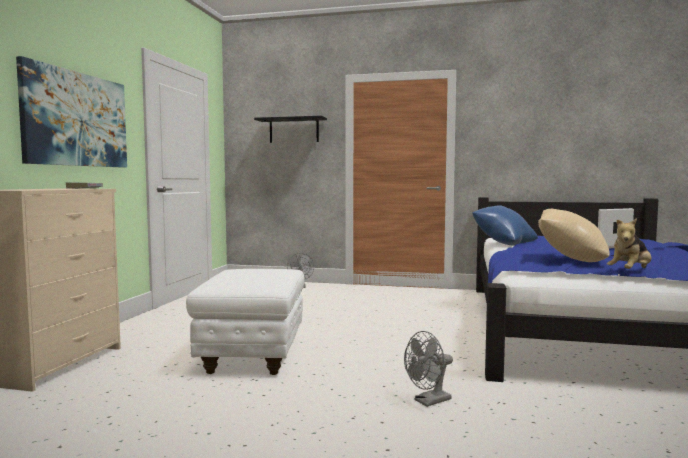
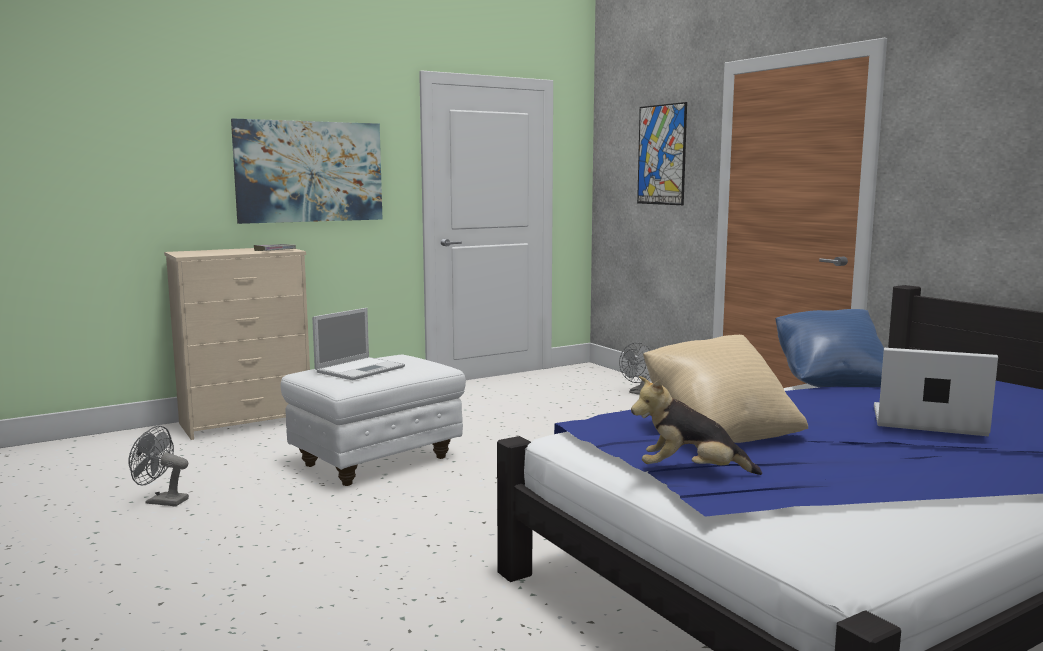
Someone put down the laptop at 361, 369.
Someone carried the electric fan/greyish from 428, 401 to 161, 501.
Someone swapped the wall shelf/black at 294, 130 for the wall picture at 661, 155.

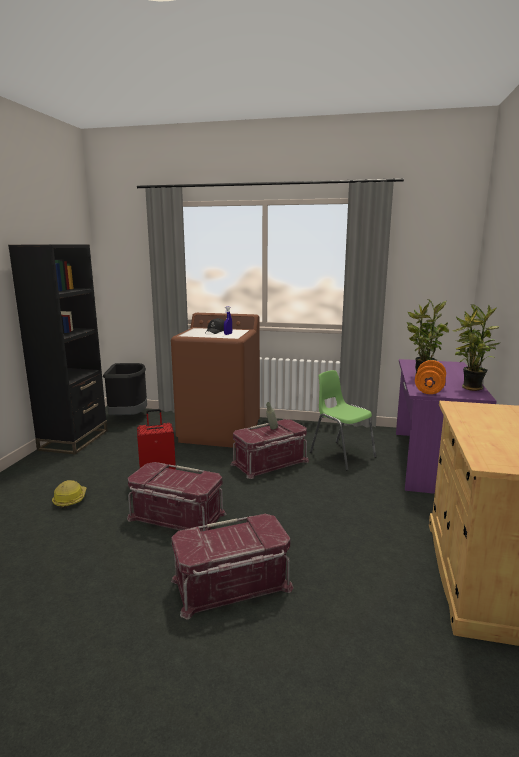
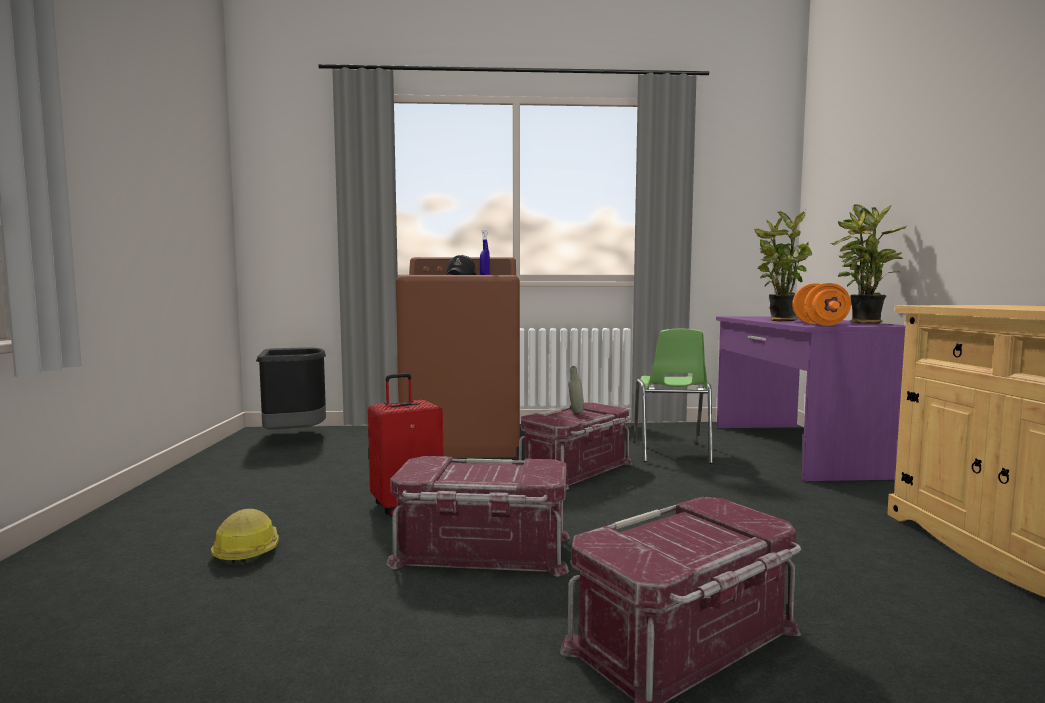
Someone took away the bookshelf/black at 74, 440.
Someone rotated the chair/greenish at 341, 455 by 120 degrees counterclockwise.

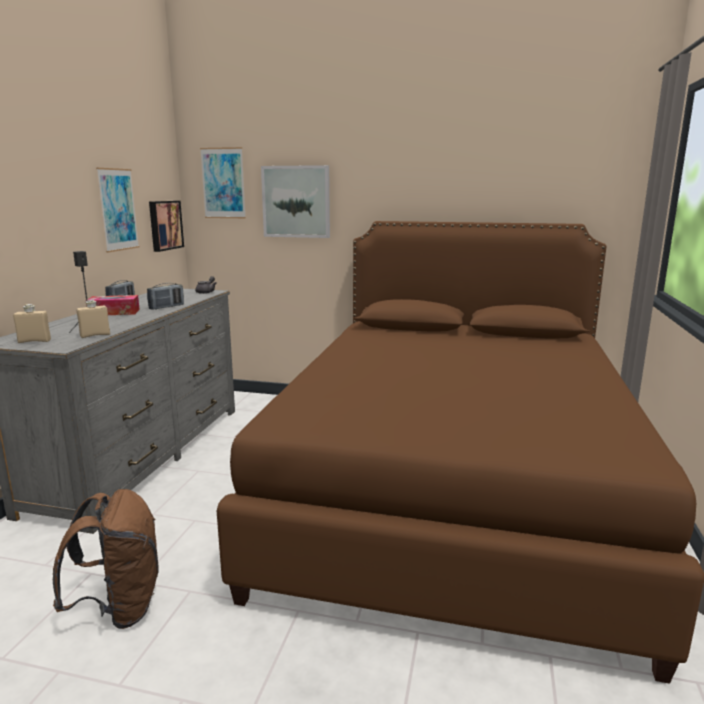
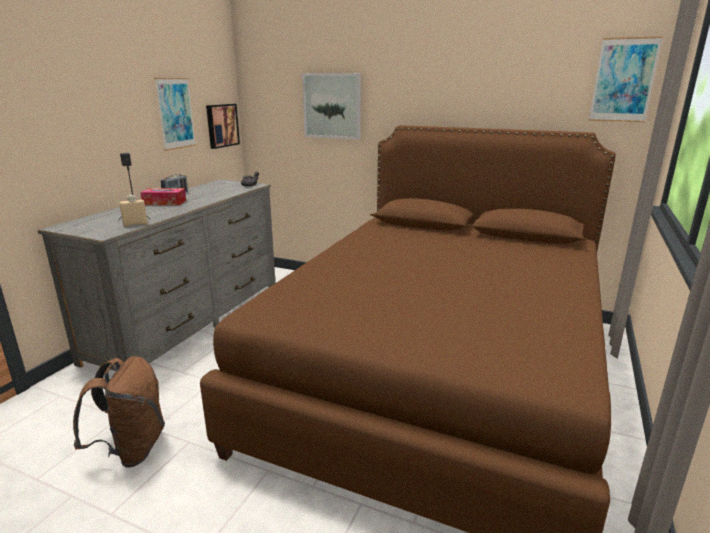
Someone took away the bottle/beige-coloured at 34, 341.
Someone took away the radio receiver at 166, 307.
Someone carried the wall picture from 223, 183 to 623, 80.

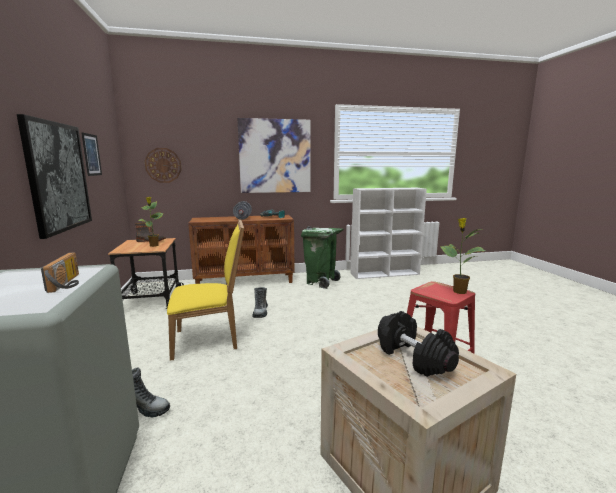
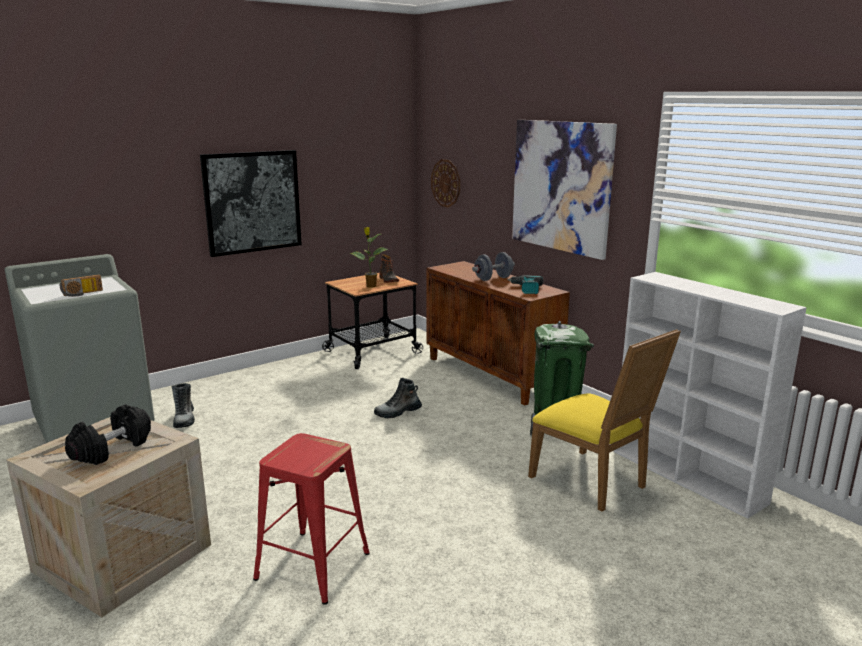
Someone took away the wall picture at 91, 155.
Someone took away the potted plant at 458, 291.
Someone carried the chair/yellowish from 210, 340 to 593, 483.

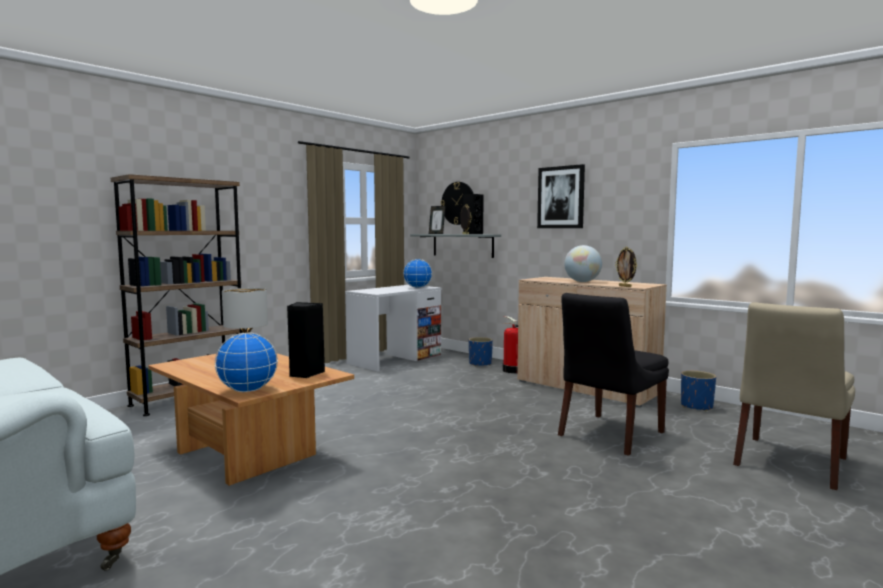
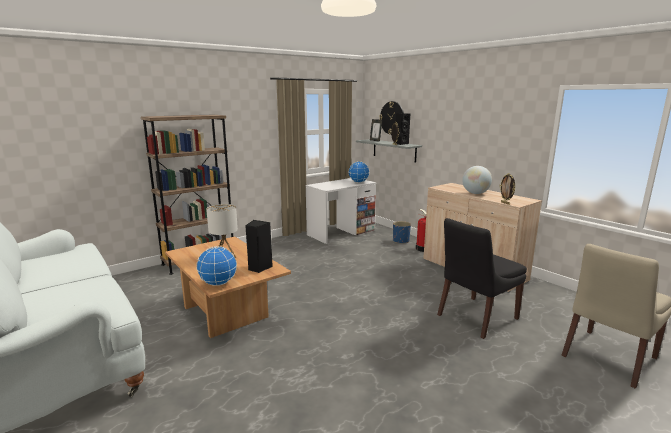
Someone took away the wall picture at 561, 197.
Someone took away the flower pot/bluish at 696, 406.

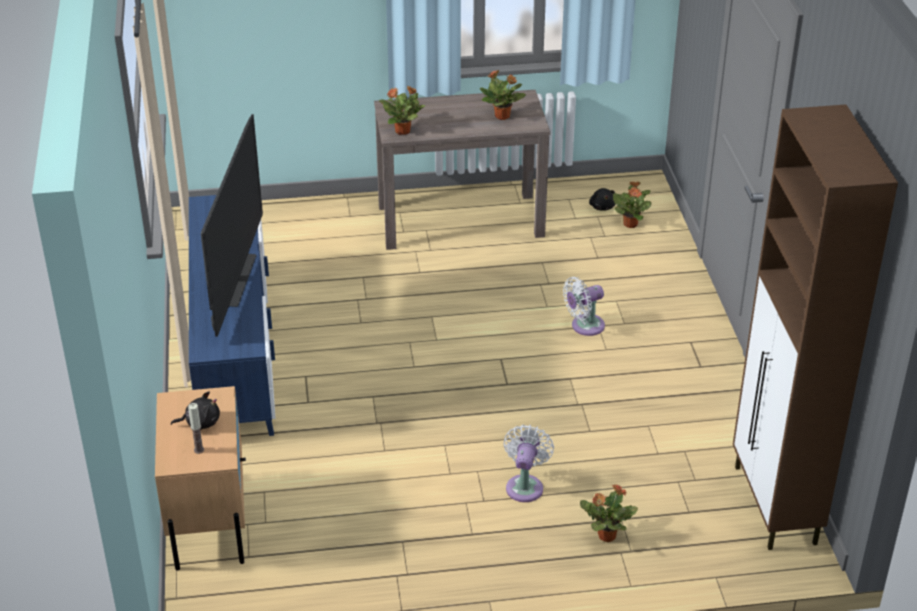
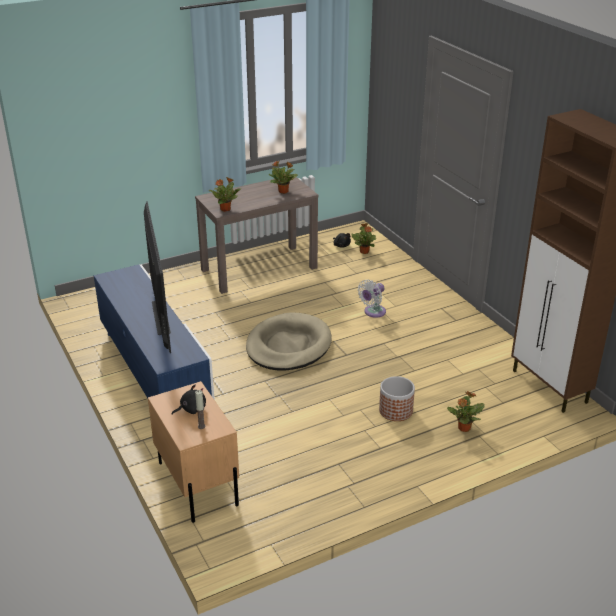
Someone put down the pet bed/beige-coloured at 288, 346.
Someone swapped the electric fan/whitish at 525, 485 for the flower pot at 395, 411.

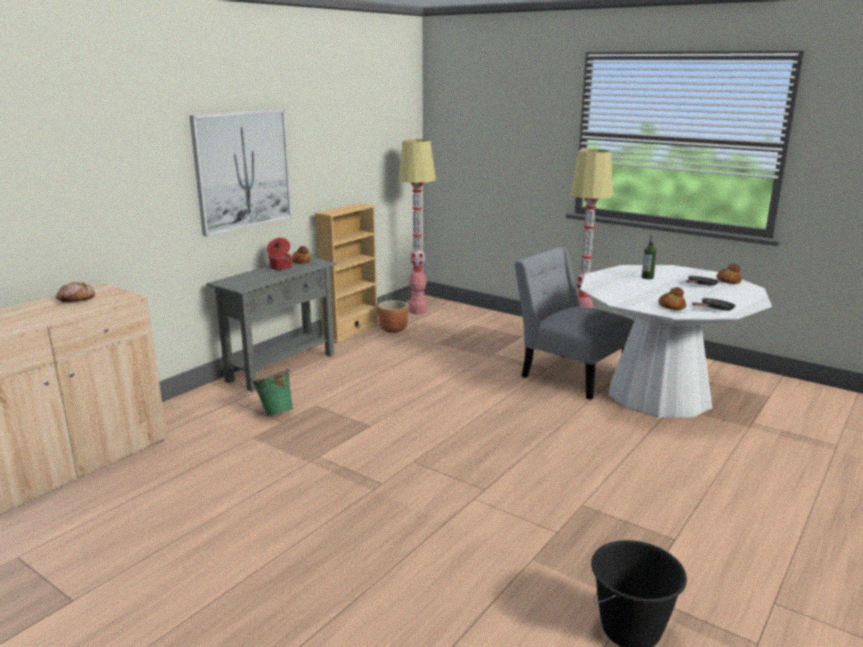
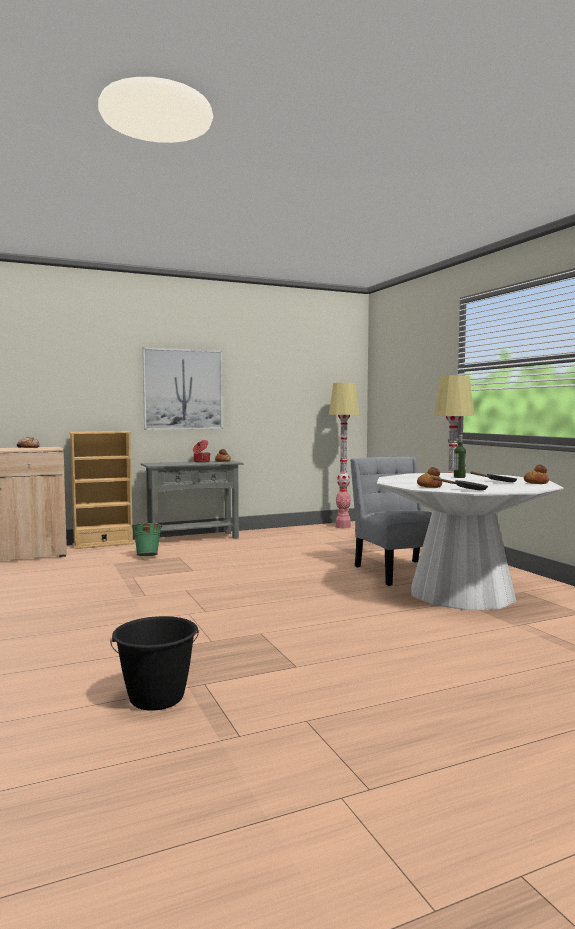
Someone took away the flower pot/brown at 393, 330.
Someone carried the bookshelf/beige-coloured from 350, 331 to 103, 544.

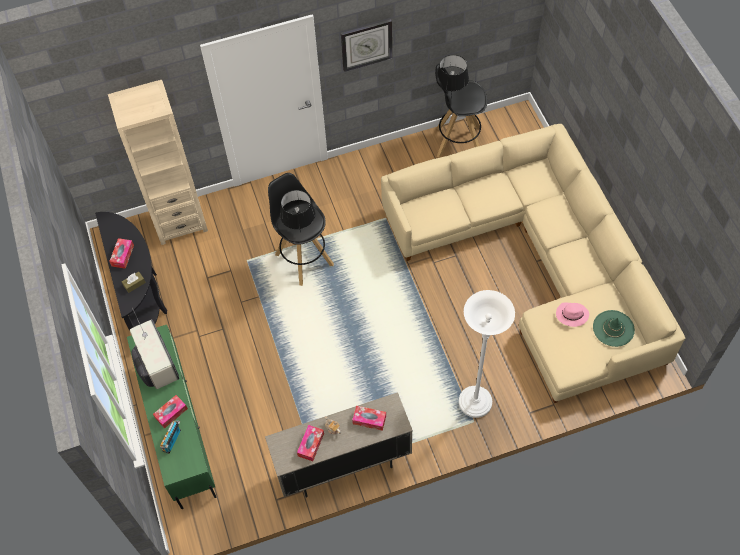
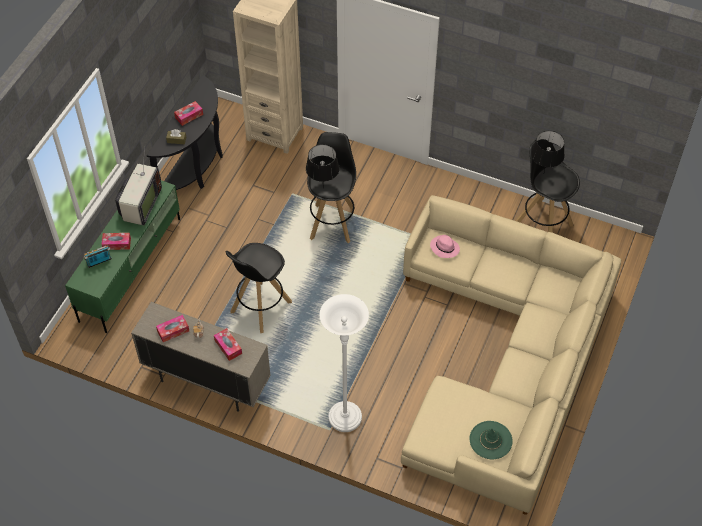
Someone took away the hanging clock at 366, 44.
Someone put down the stool seat/black at 260, 307.
Someone carried the clothing hat/pink from 571, 315 to 444, 248.

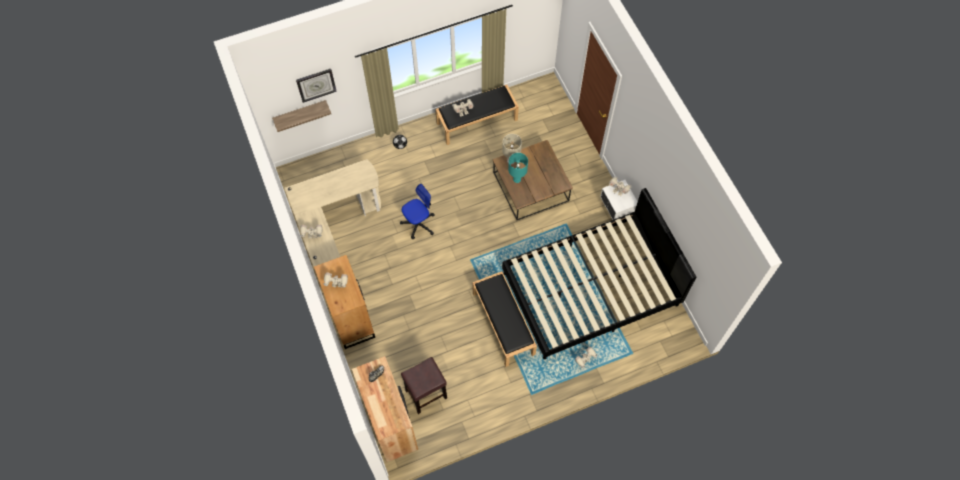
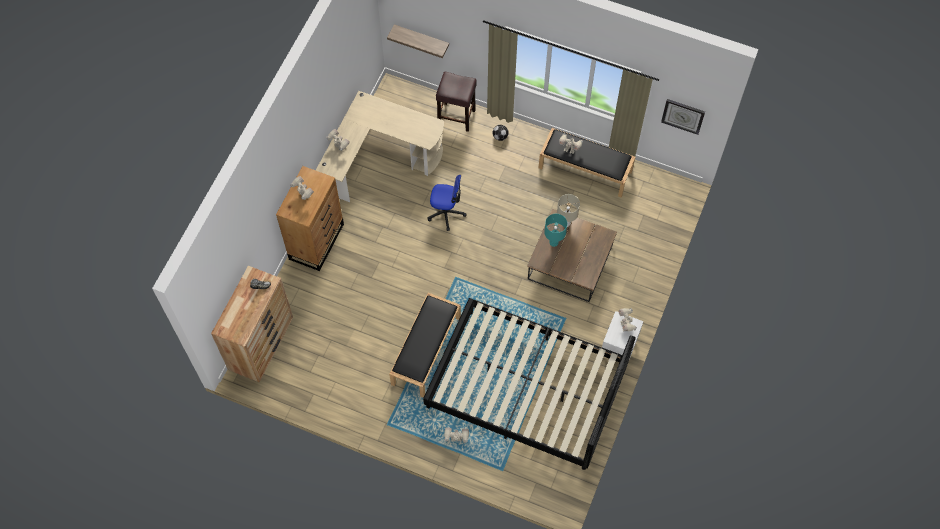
Someone carried the hanging clock from 316, 85 to 683, 116.
Someone carried the stool seat/brown from 426, 394 to 457, 117.

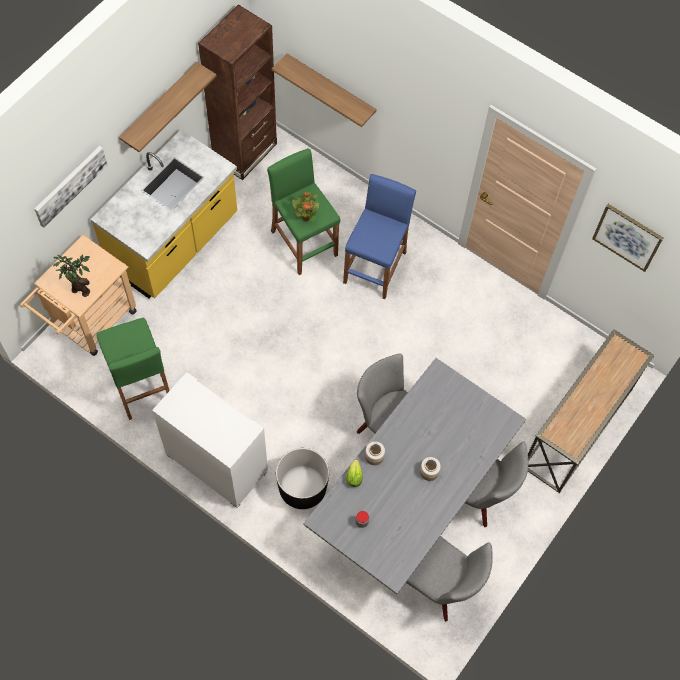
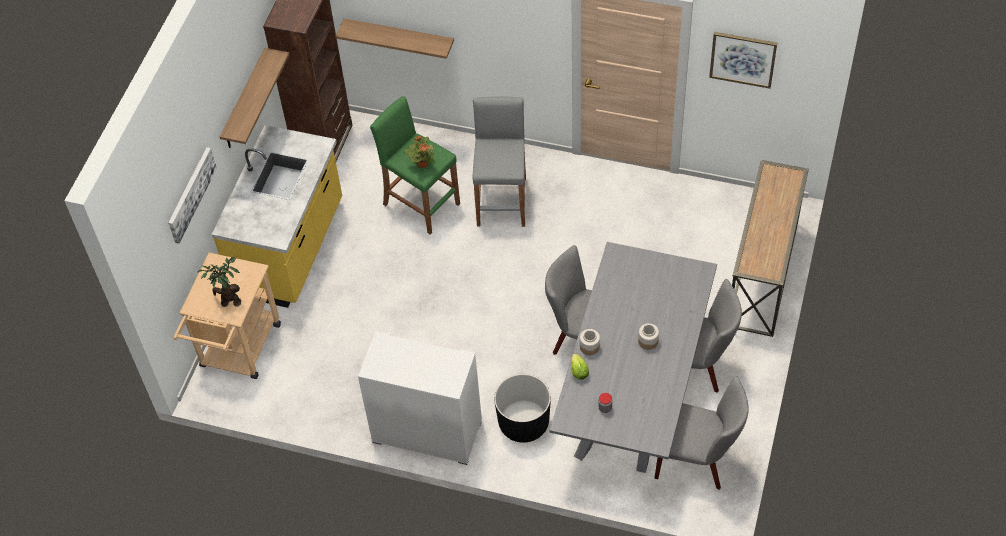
Someone took away the stool seat/greenish at 141, 385.
Someone repainted the stool seat/bluish at 375, 267, which became the stool seat/greyish at 502, 201.

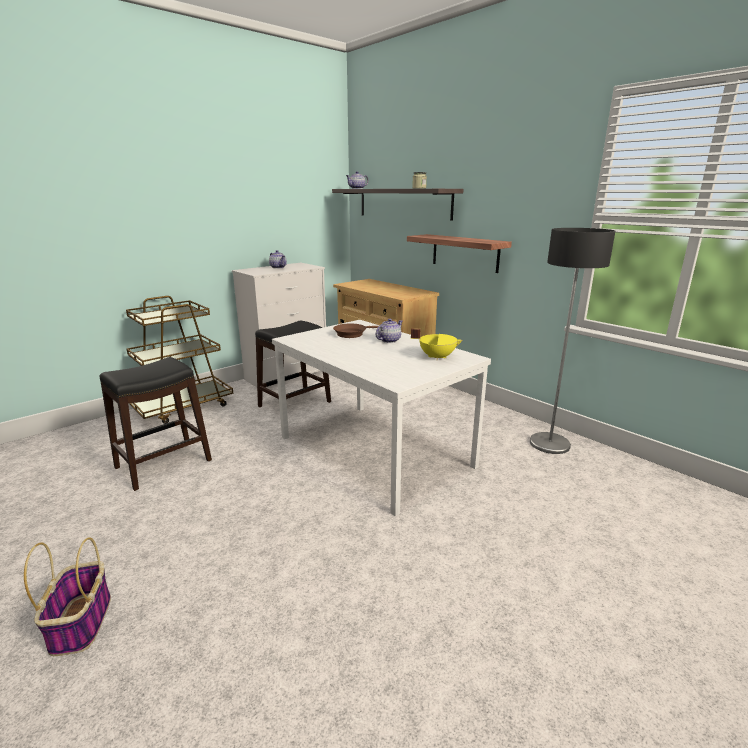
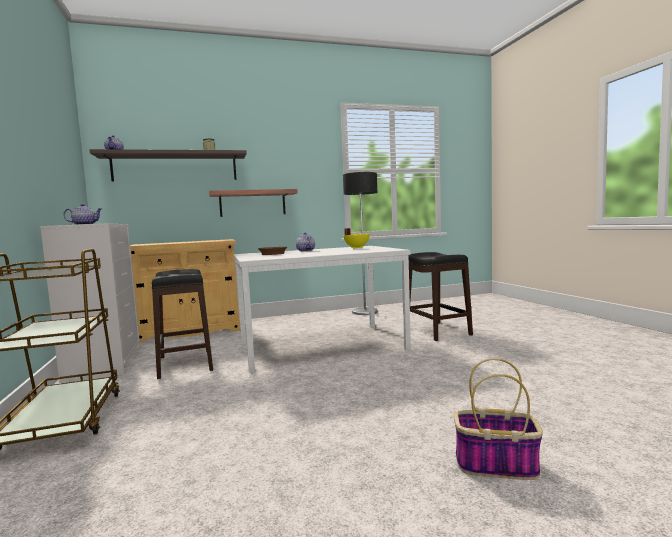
Someone carried the stool seat/black from 164, 464 to 437, 331.

